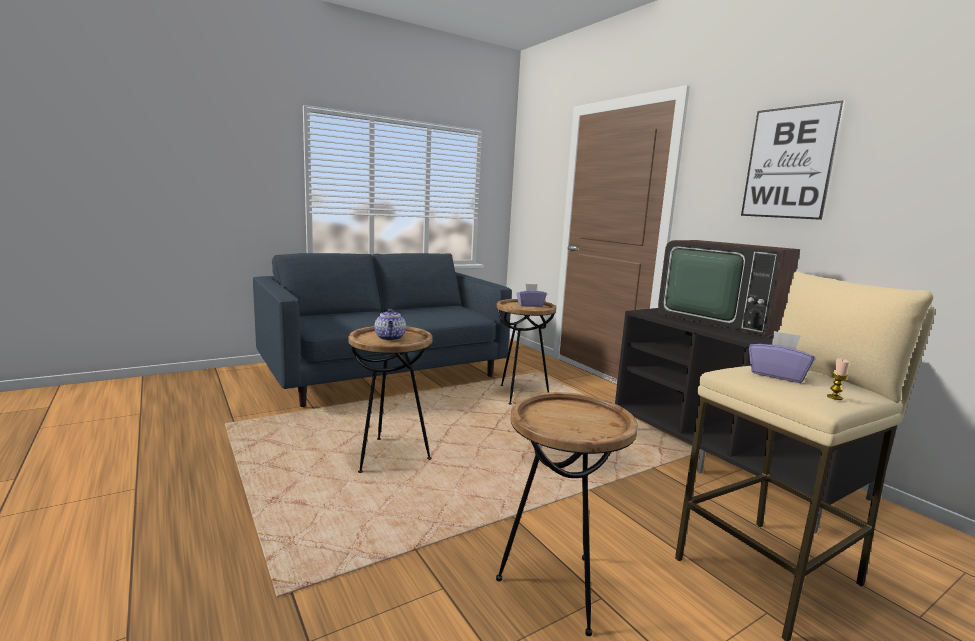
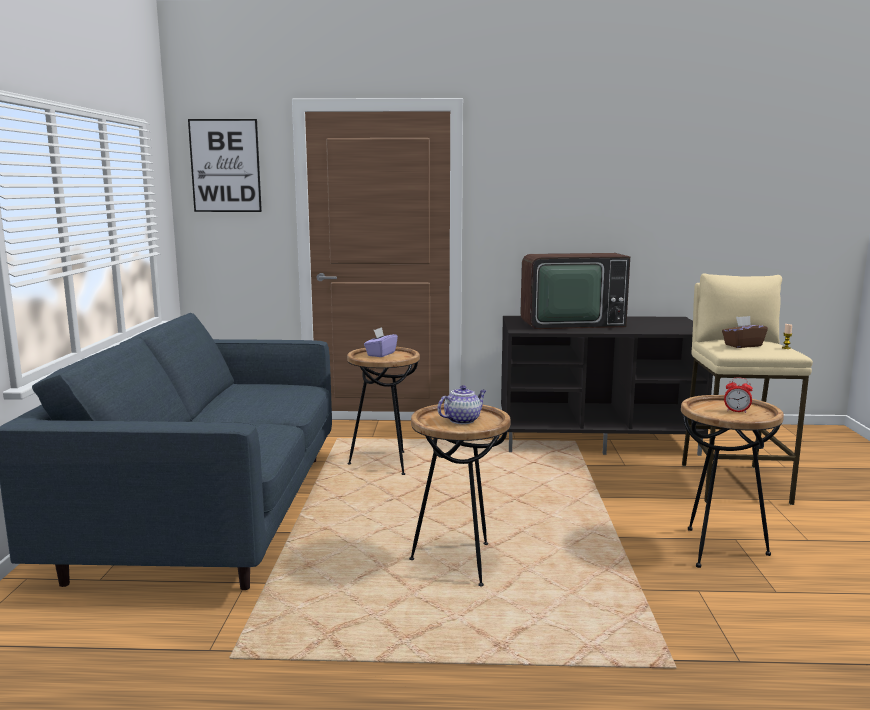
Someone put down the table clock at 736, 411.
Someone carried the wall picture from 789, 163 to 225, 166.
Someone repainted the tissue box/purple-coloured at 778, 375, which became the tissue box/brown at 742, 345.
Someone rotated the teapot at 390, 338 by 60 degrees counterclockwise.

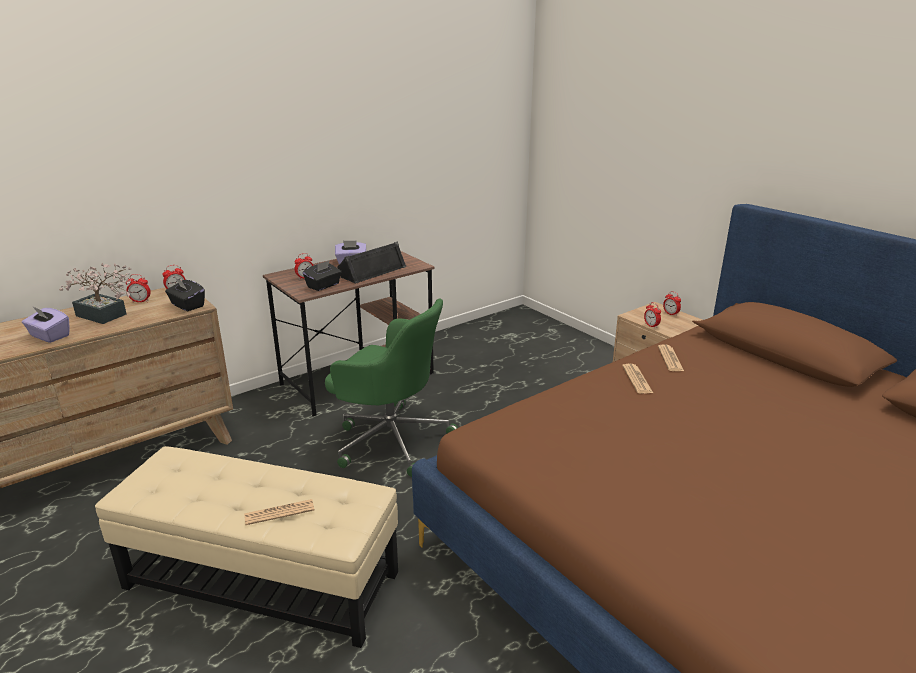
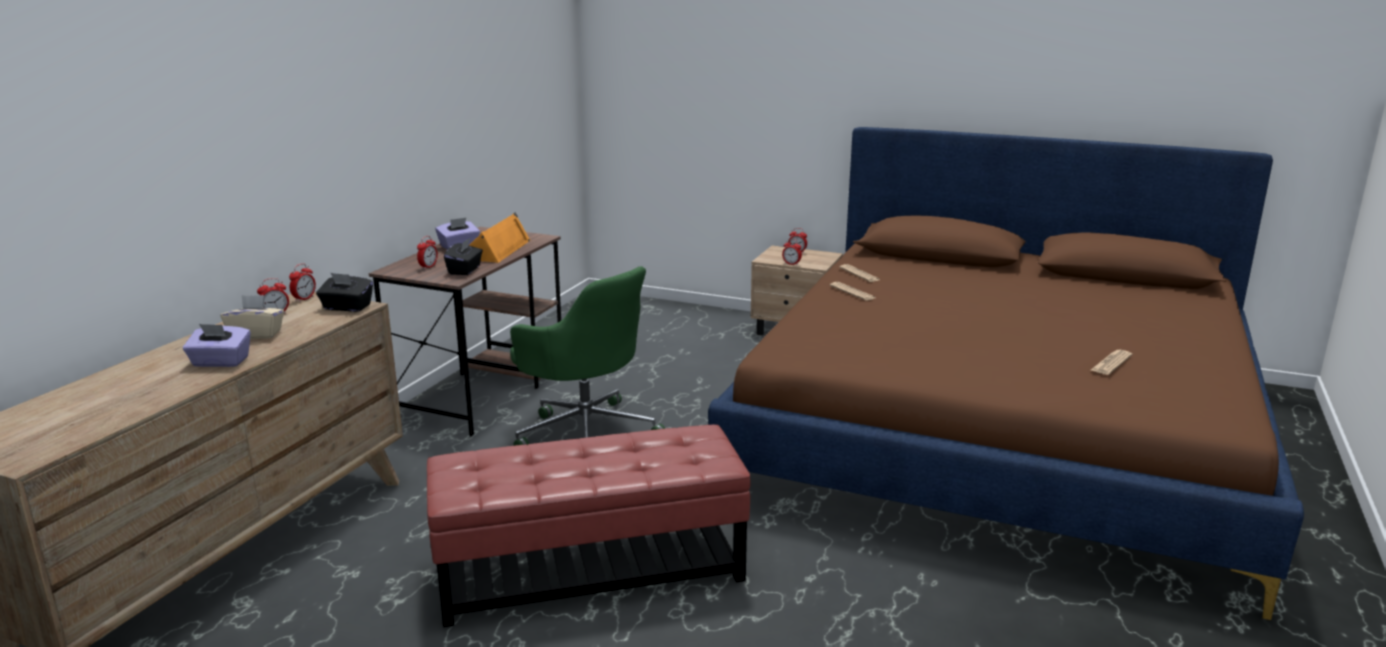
Someone carried the newspaper from 279, 512 to 1111, 363.
Someone swapped the potted plant at 104, 316 for the tissue box/beige-coloured at 256, 334.
Someone repainted the pouffe/beige-coloured at 262, 579, which became the pouffe/red at 590, 570.
Someone repainted the loudspeaker/black at 372, 271, which became the loudspeaker/orangey at 498, 250.
Someone rotated the desk chair/greenish at 390, 439 by 45 degrees clockwise.

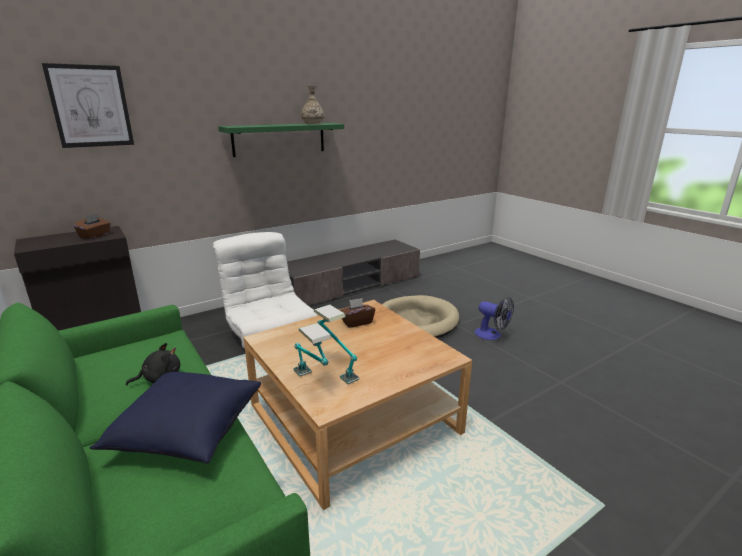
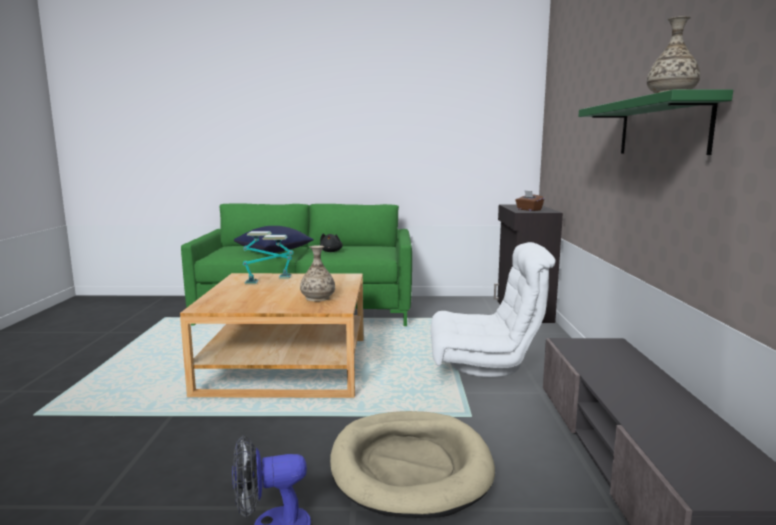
Someone took away the wall picture at 90, 106.
Someone swapped the tissue box/brown at 357, 322 for the flower vase at 317, 298.

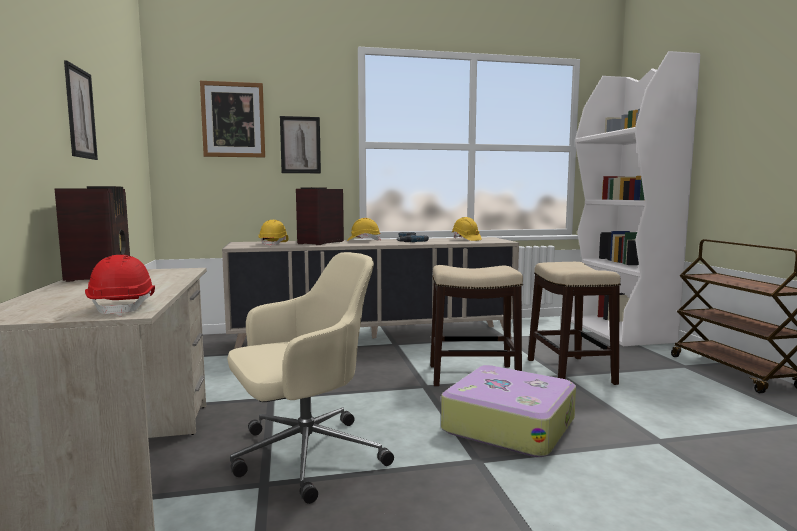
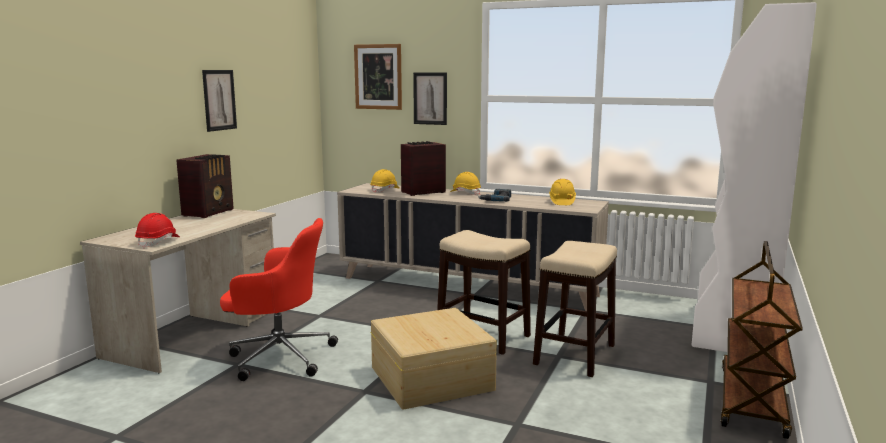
Someone swapped the travel case at 508, 424 for the storage box/beige-coloured at 431, 377.
Someone repainted the desk chair/beige-coloured at 304, 456, which became the desk chair/red at 279, 356.

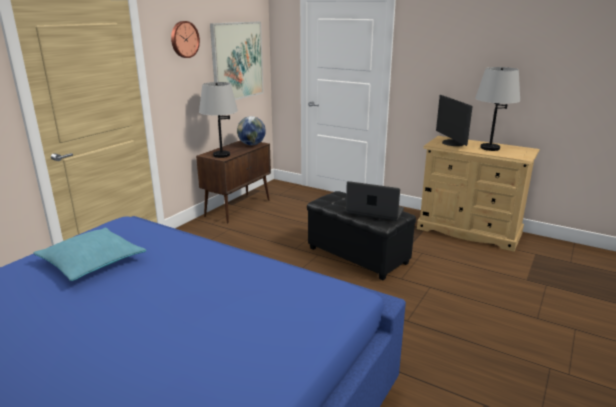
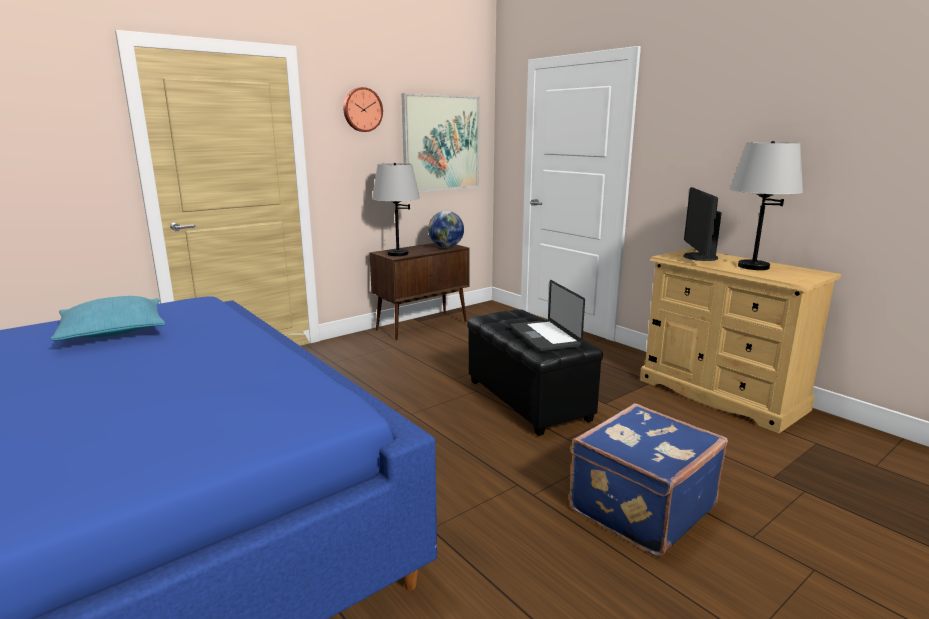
Someone put down the travel case/bluish at 639, 507.
Someone rotated the laptop at 375, 211 by 150 degrees counterclockwise.

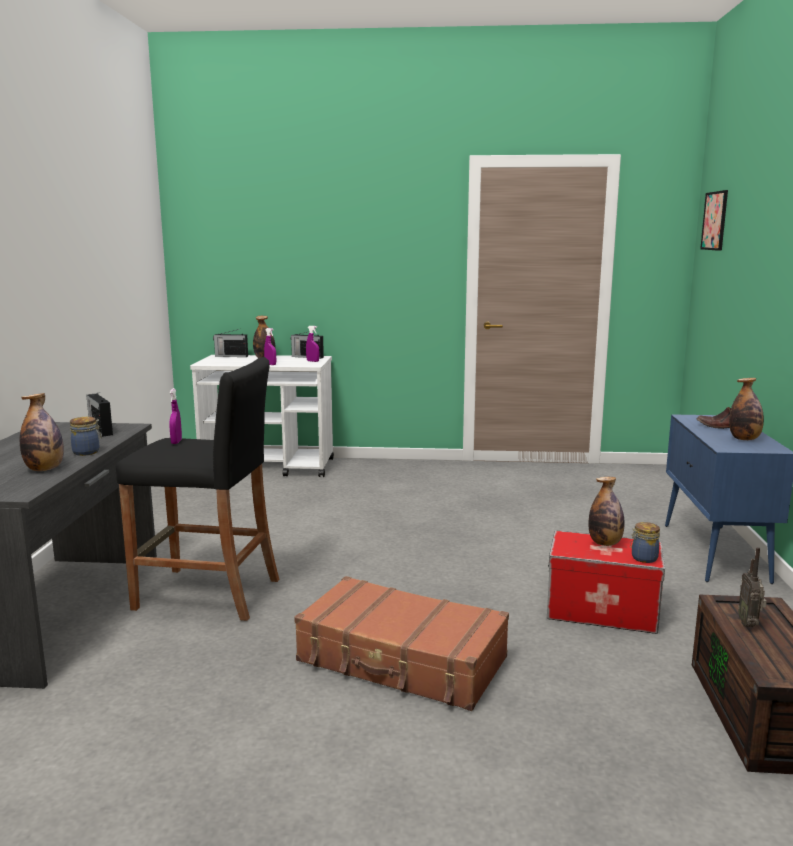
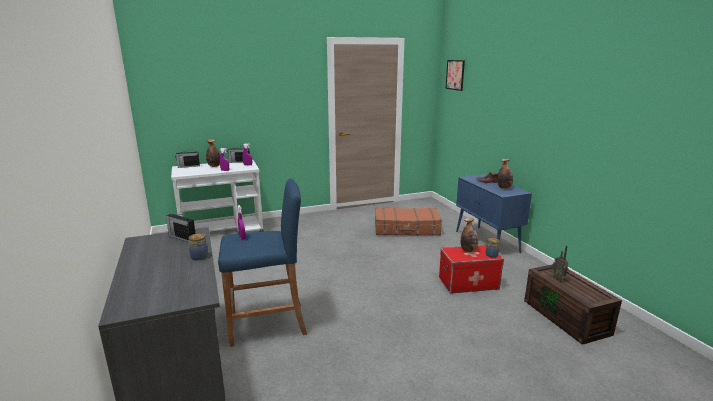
Someone took away the bottle at 45, 469.
Someone carried the travel case/brown from 401, 660 to 406, 229.
Someone repainted the stool seat/black at 207, 594, which became the stool seat/bluish at 267, 324.

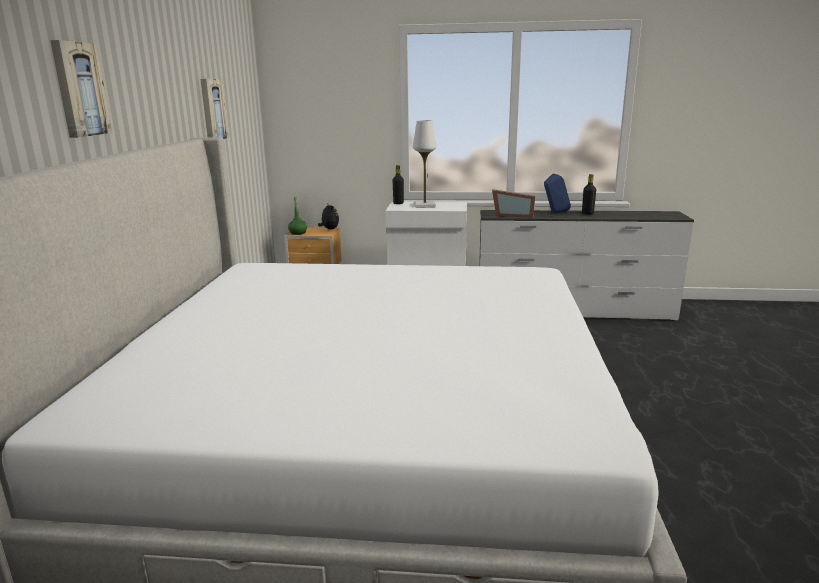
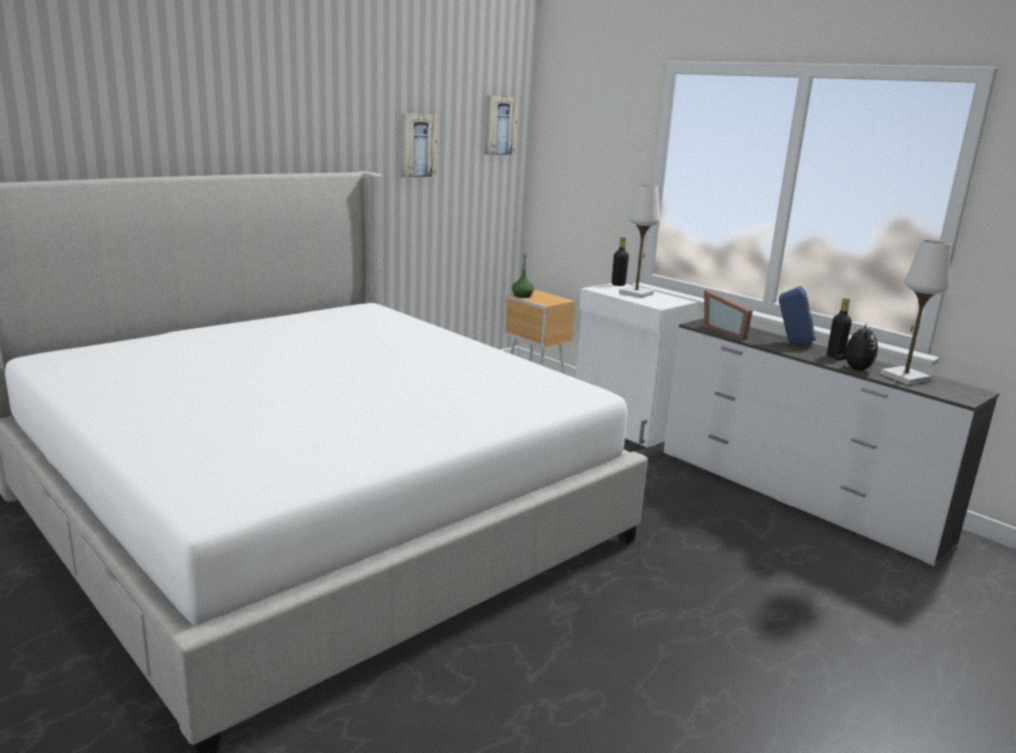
Someone put down the table lamp/whitish at 904, 377.
Someone carried the wall picture from 79, 89 to 499, 125.
Someone carried the cuddly toy from 329, 229 to 855, 369.

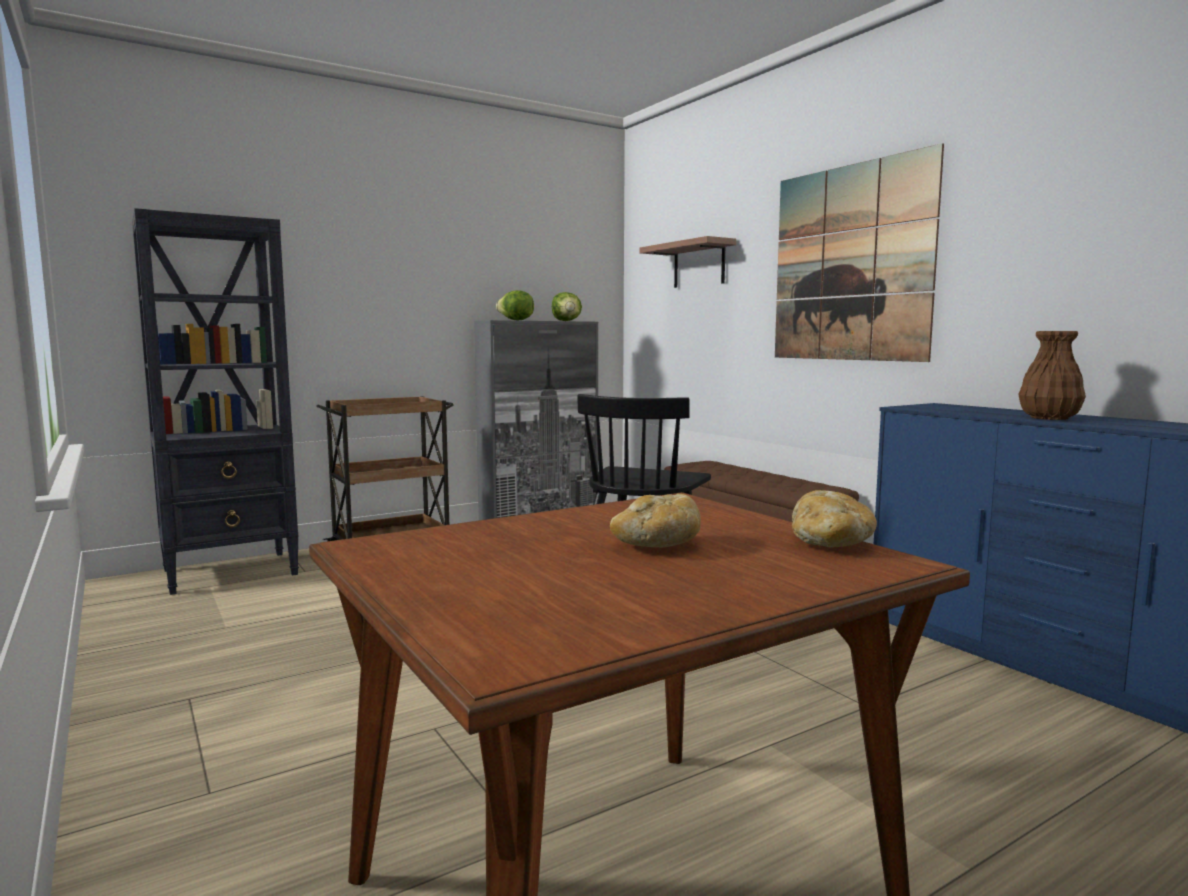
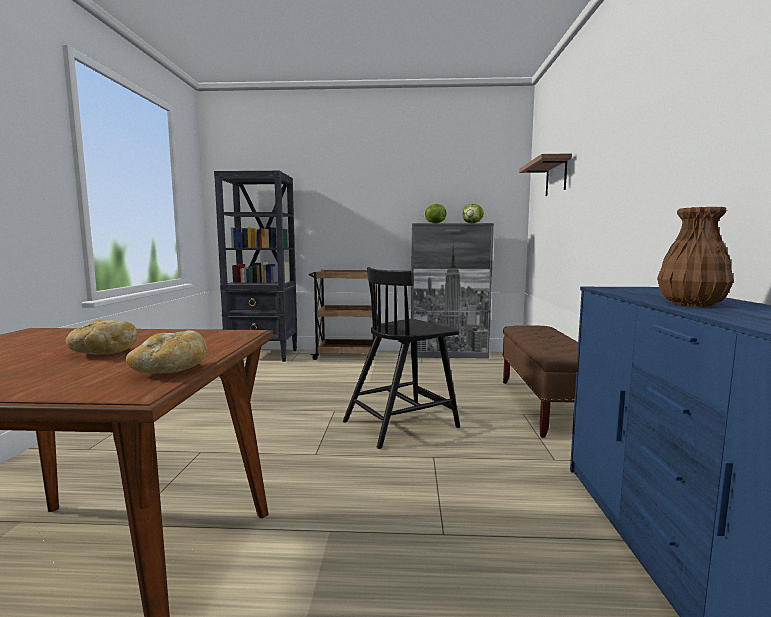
Someone took away the wall picture at 850, 263.

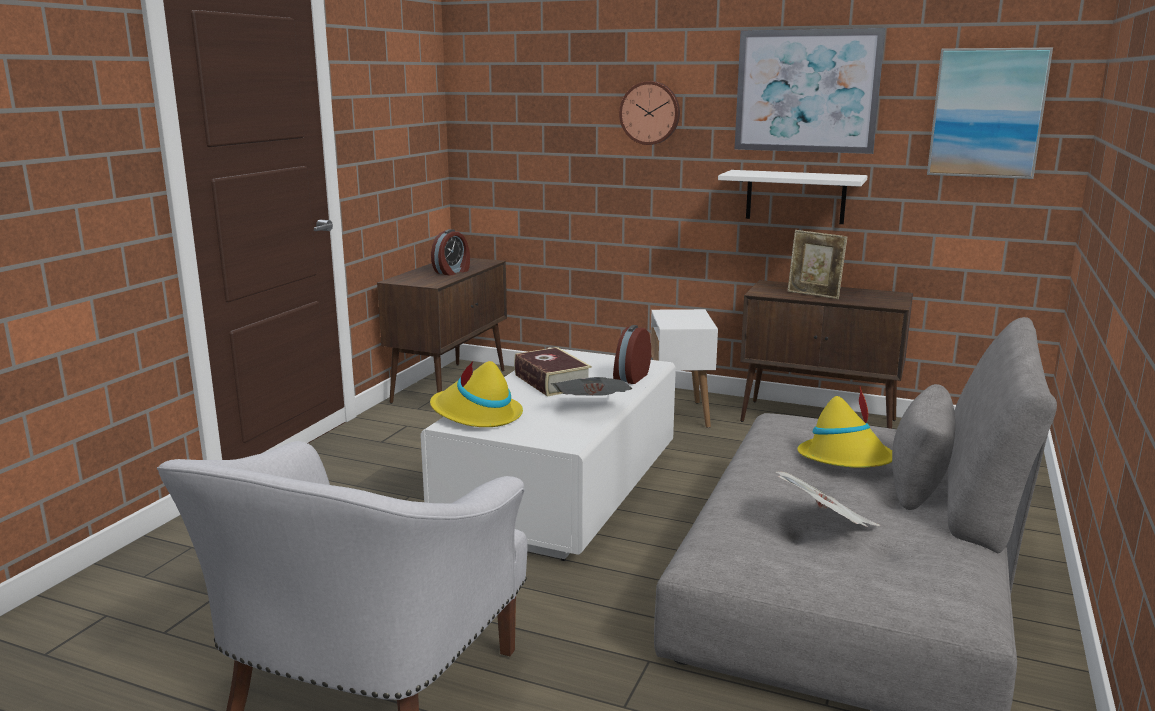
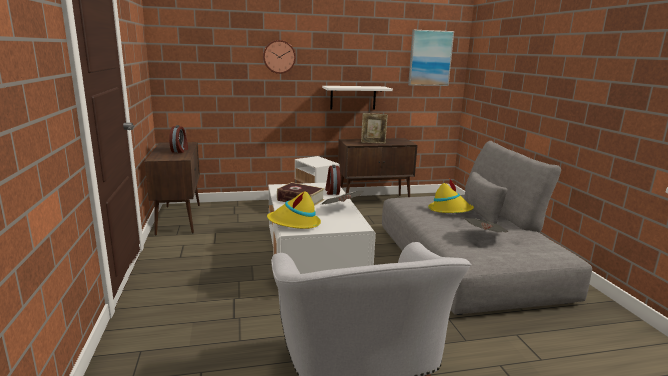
Someone took away the wall picture at 806, 91.

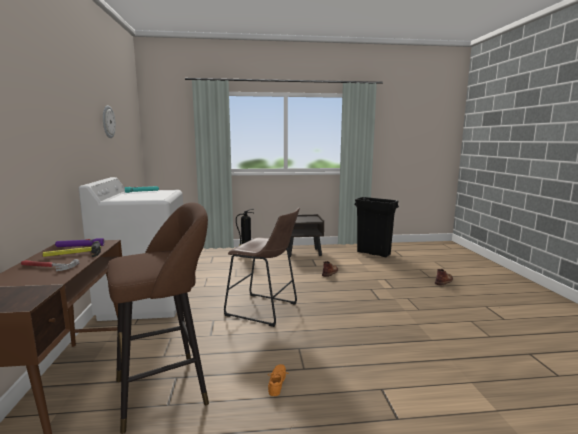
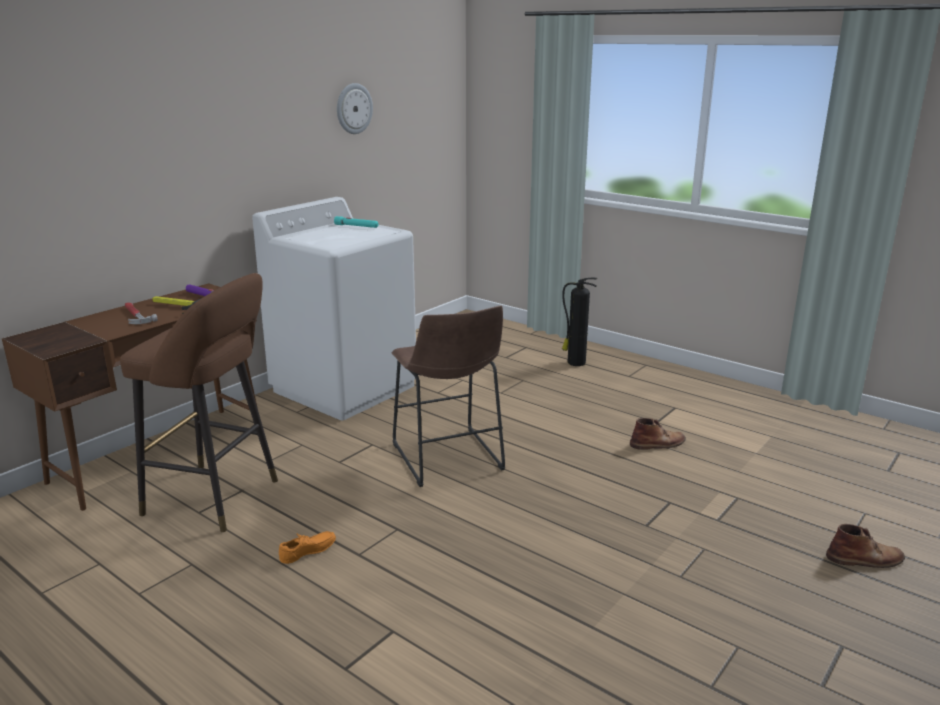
Someone took away the bedside table/brown at 303, 253.
Someone took away the rubbish bin/black at 373, 253.

